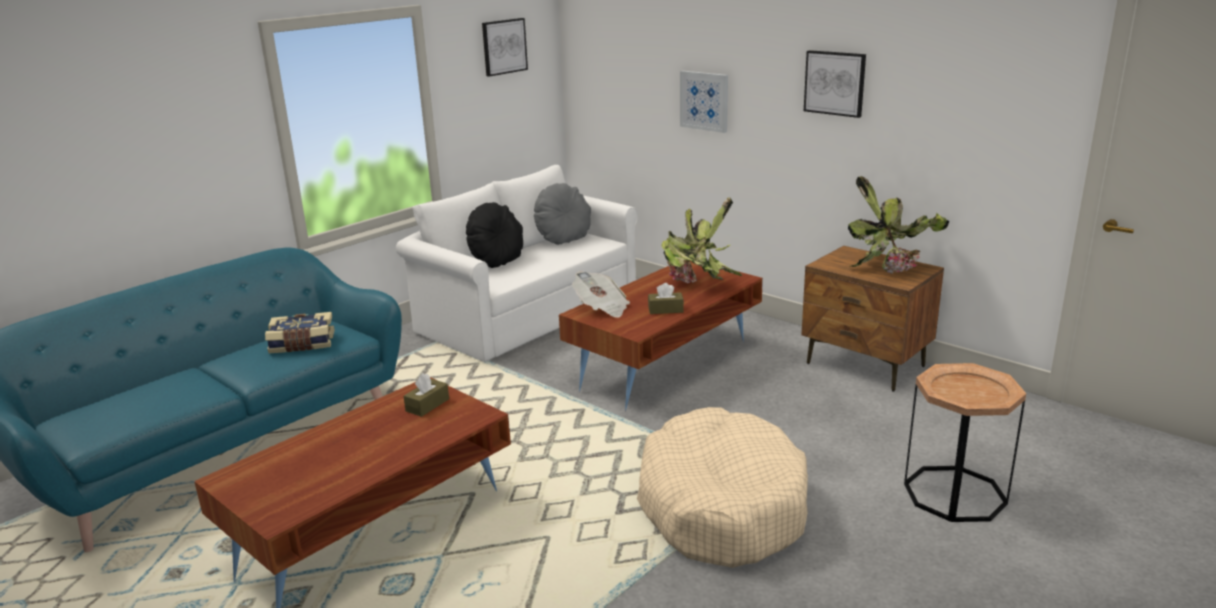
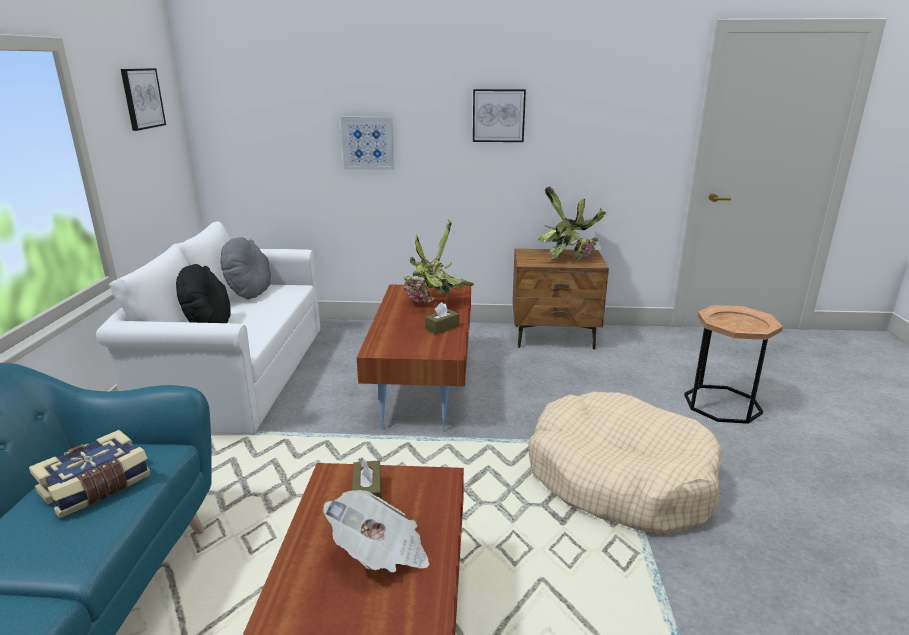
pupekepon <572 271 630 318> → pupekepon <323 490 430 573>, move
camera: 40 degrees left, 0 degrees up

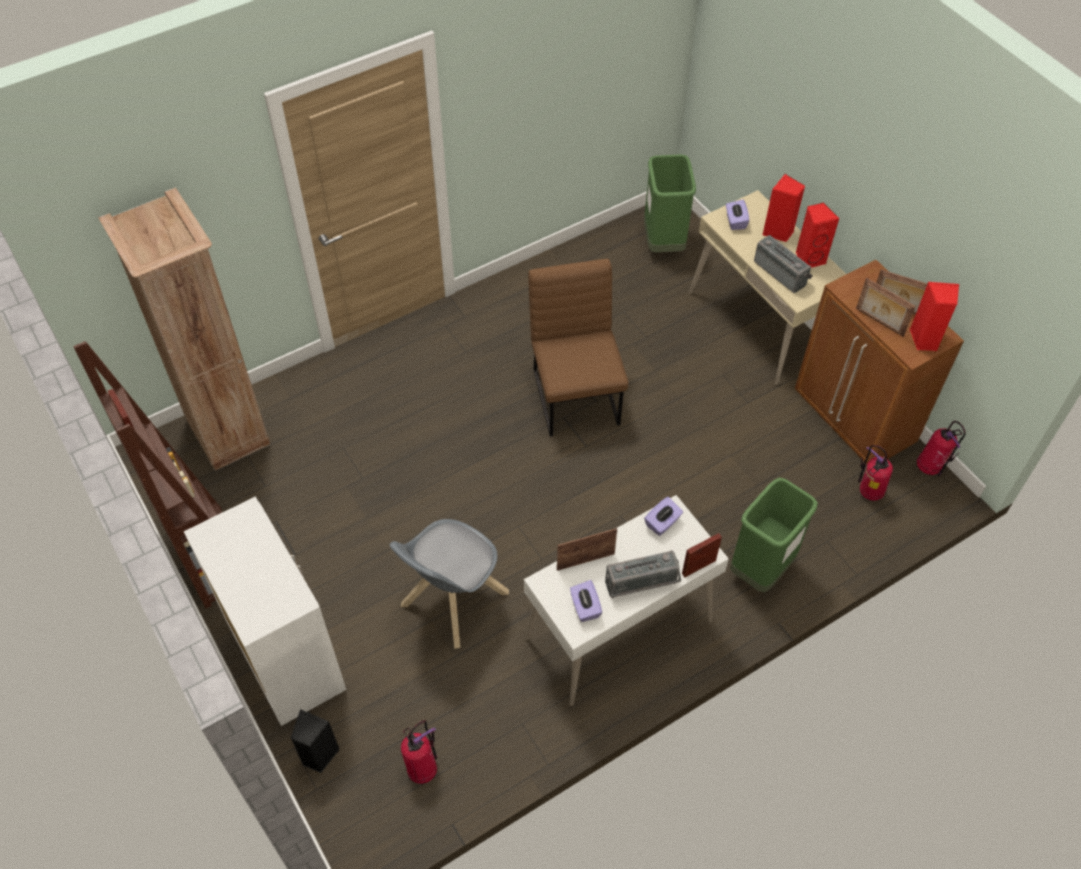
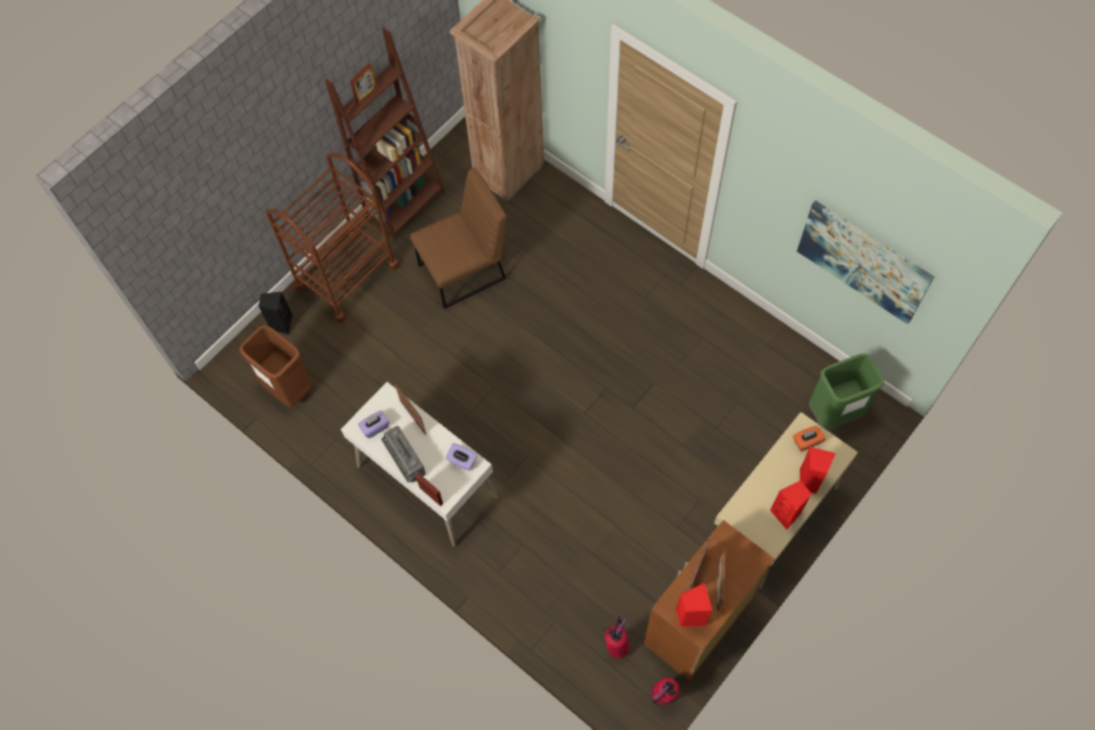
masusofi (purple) <726 200 749 230> → masusofi (orange) <793 426 826 452>
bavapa <754 235 813 293> → -
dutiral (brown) <528 259 628 436> → dutiral (brown) <410 168 506 309>, move
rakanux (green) <730 477 818 592> → -
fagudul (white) <184 496 346 726> → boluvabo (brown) <266 153 399 324>
dutiral (grey) <389 519 509 649> → -
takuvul <401 720 437 784> → rakanux (brown) <239 325 313 407>
- → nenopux <797 200 934 324>
camera: 75 degrees right, 10 degrees up

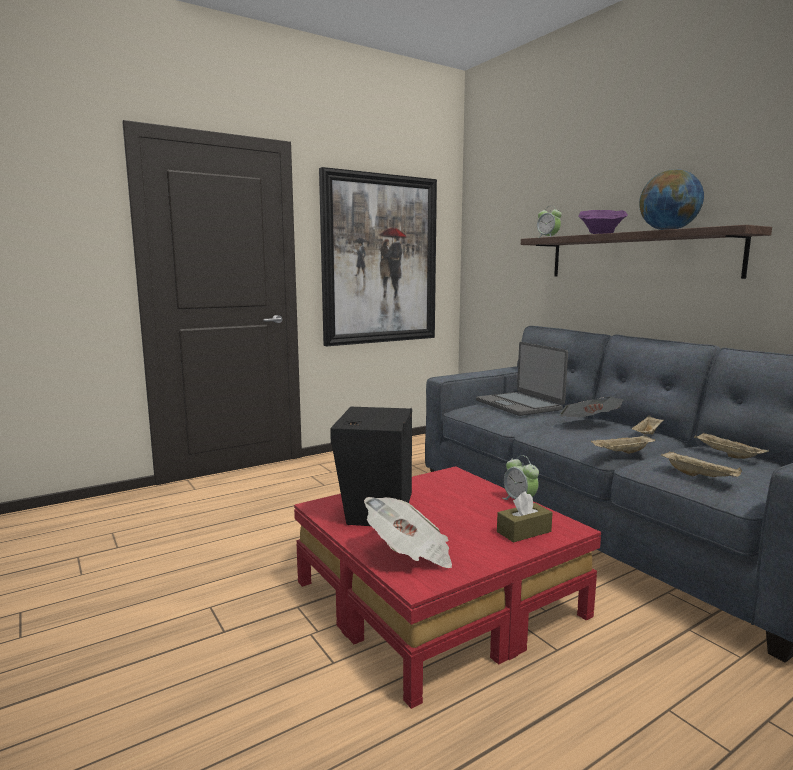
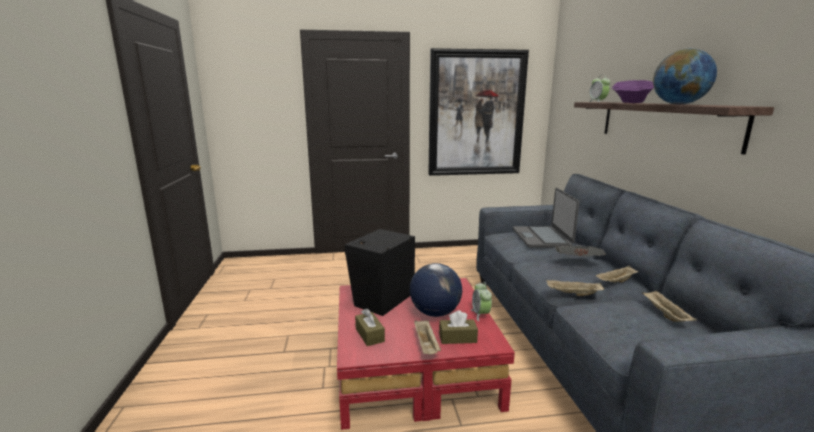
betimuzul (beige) <661 451 742 477> → betimuzul (beige) <414 320 441 354>, move
pupekepon <364 497 452 568> → masusofi (brown) <355 308 385 346>
- → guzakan <410 263 462 317>
camera: 25 degrees right, 5 degrees up

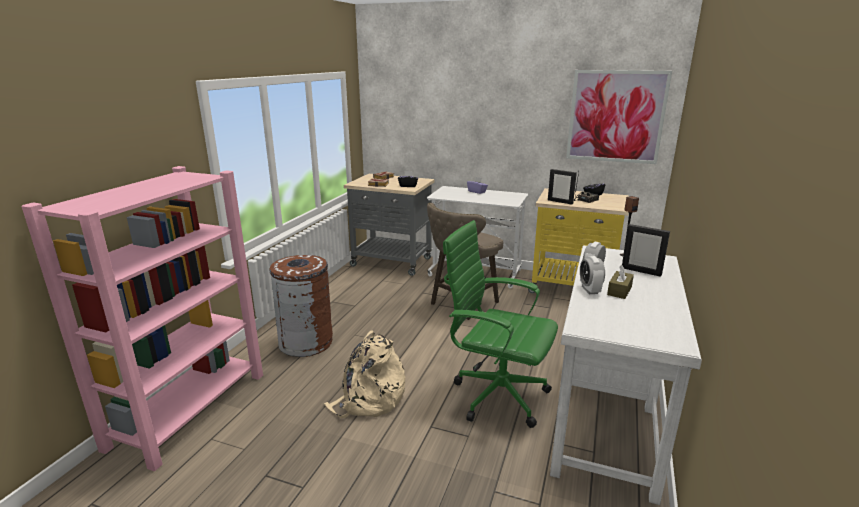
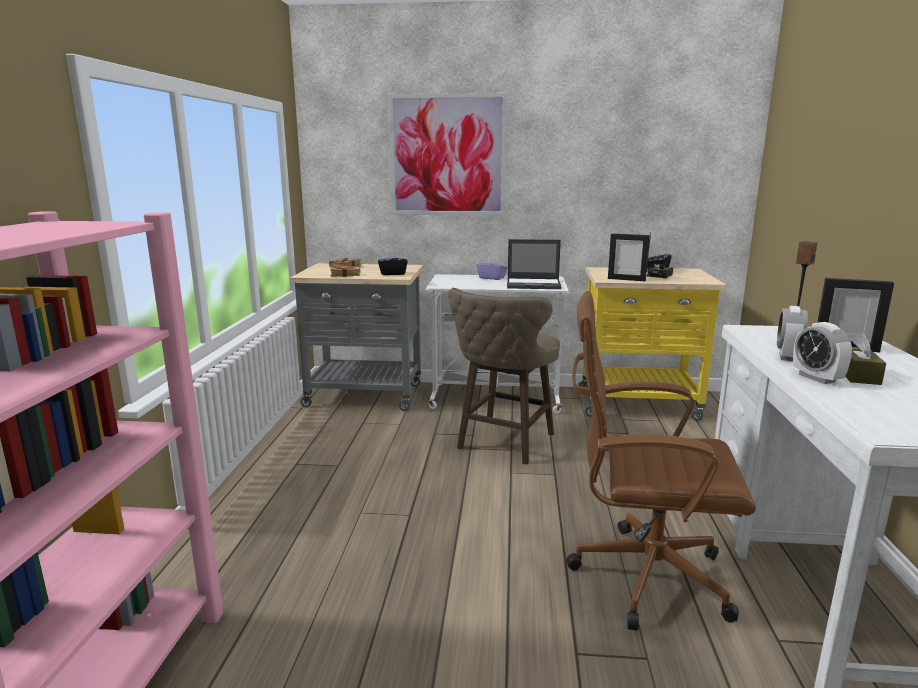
nenopux <566 70 672 164> → nenopux <388 93 507 216>, move
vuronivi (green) <443 220 558 428> → vuronivi (brown) <566 291 756 631>
rakanux (brown) <270 255 333 357> → -
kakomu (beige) <324 330 405 418> → -
- → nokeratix <507 239 561 289>
camera: 15 degrees left, 5 degrees down

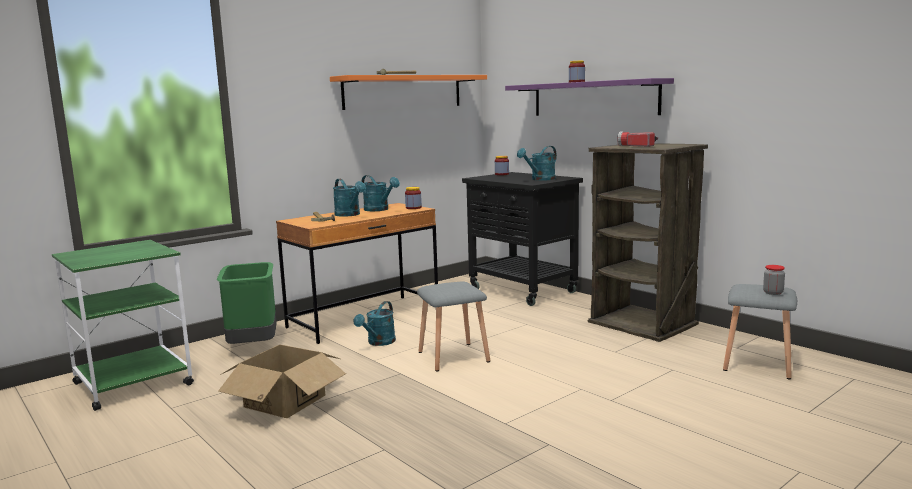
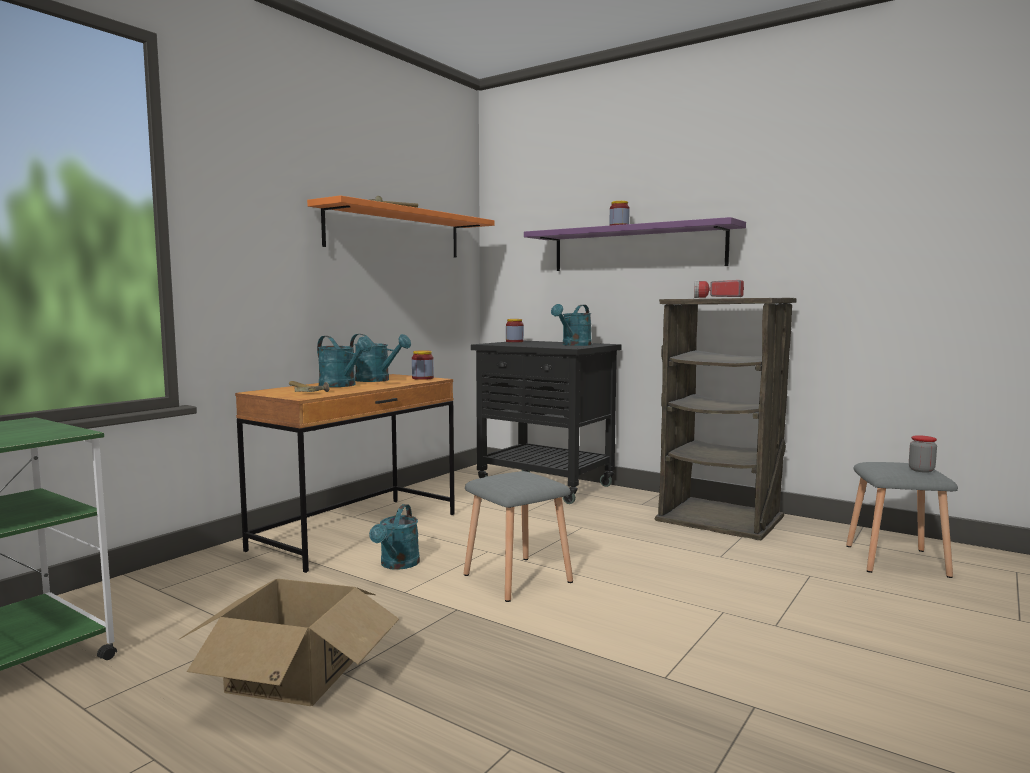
rakanux (green) <217 262 277 344> → -
camera: 15 degrees left, 5 degrees down

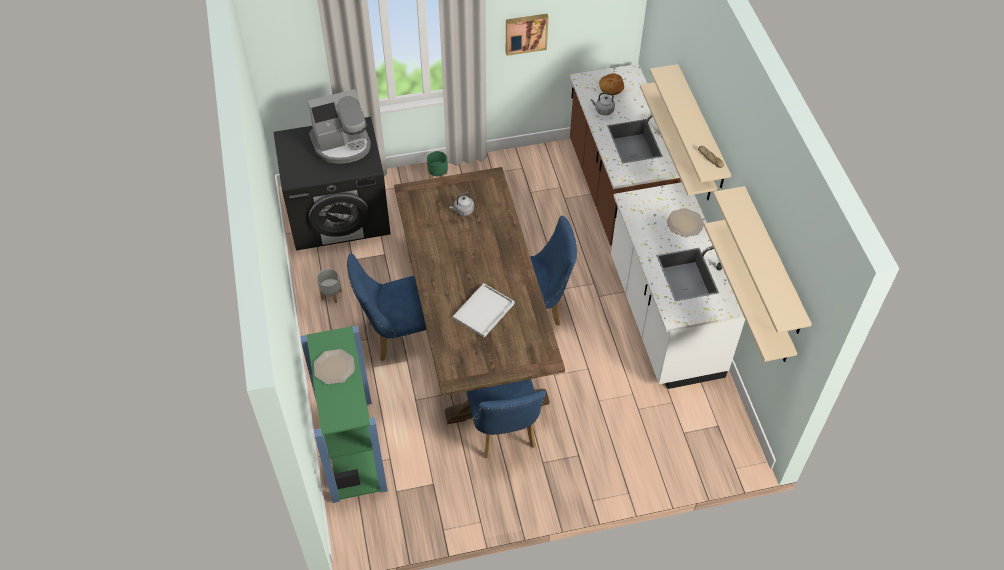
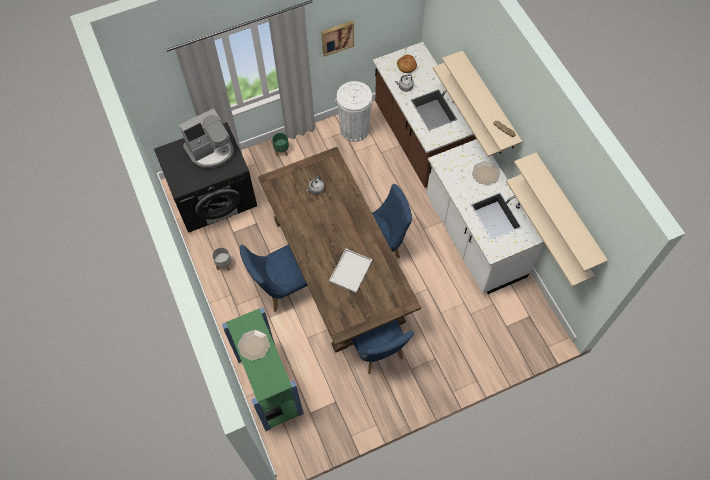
- → rakanux (white) <336 81 373 142>
camera: 10 degrees left, 10 degrees up

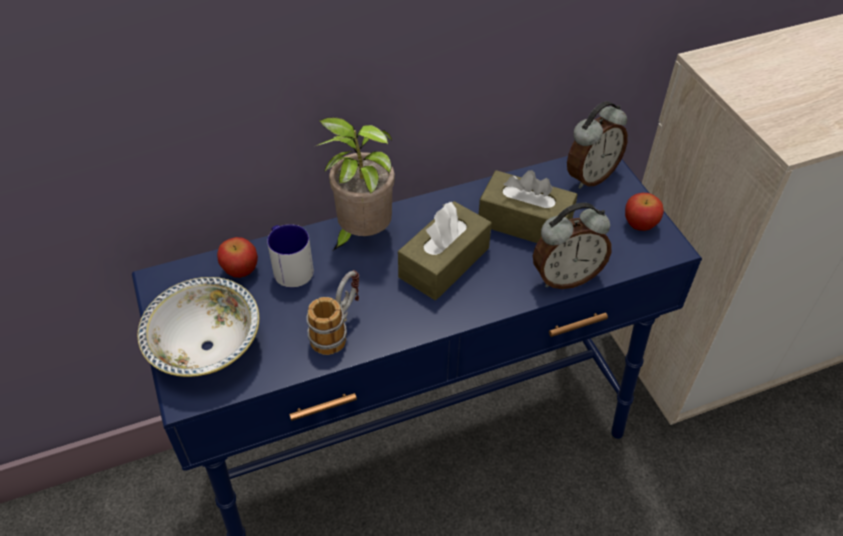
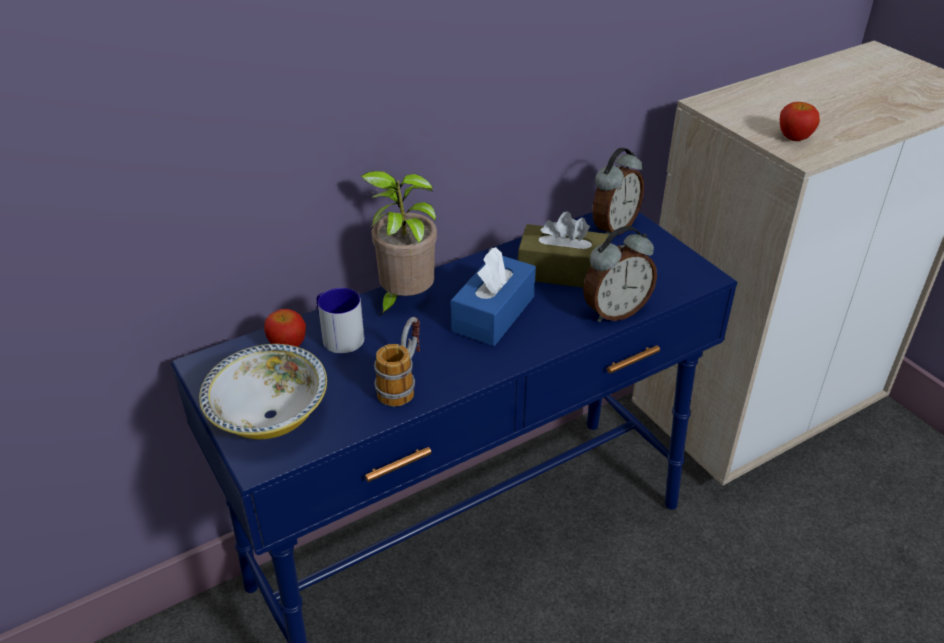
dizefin <625 193 664 231> → dizefin <780 102 820 141>, move
masusofi (brown) <398 201 492 300> → masusofi (blue) <451 247 536 346>
camera: 10 degrees left, 10 degrees down

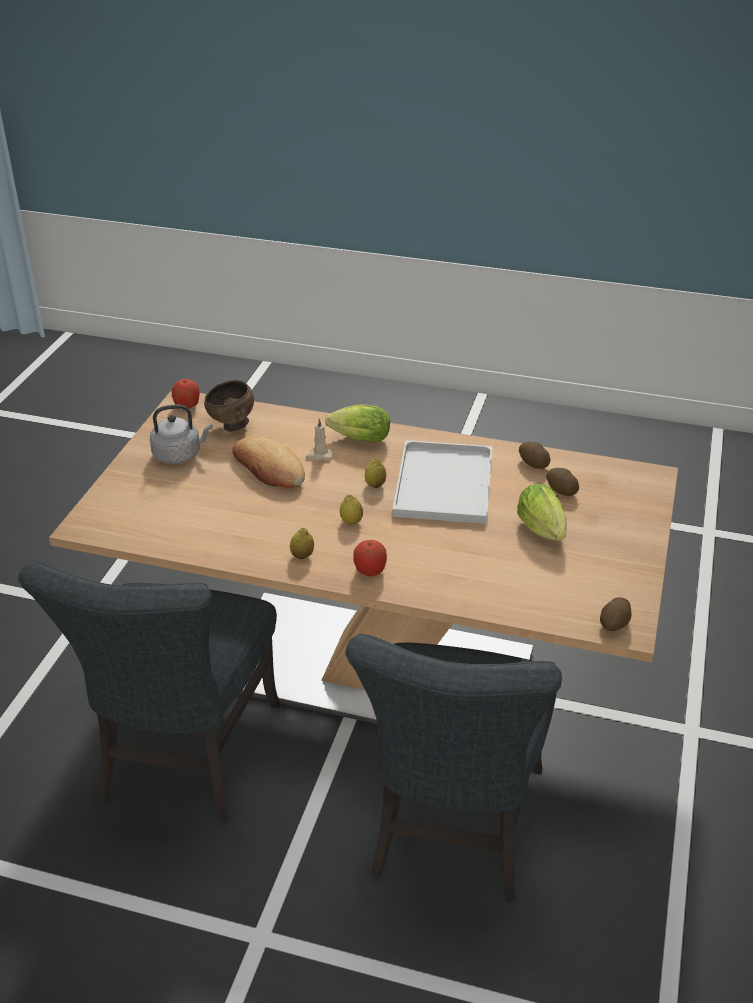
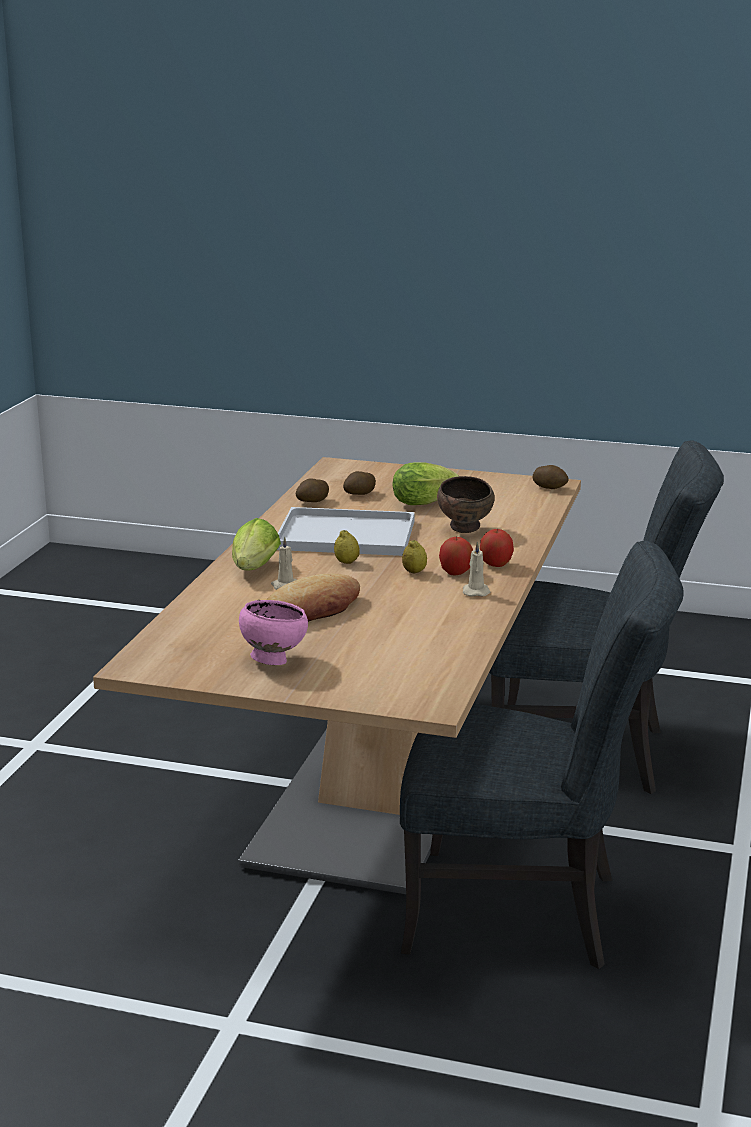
dizefin <172 379 200 409> → dizefin <439 536 473 576>, move
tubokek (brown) <204 380 254 432> → tubokek (brown) <437 476 495 533>, move
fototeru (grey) <150 404 213 464> → tubokek (pink) <239 600 308 665>
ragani <290 528 314 559> → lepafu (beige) <463 541 490 597>
camera: 90 degrees left, 15 degrees down

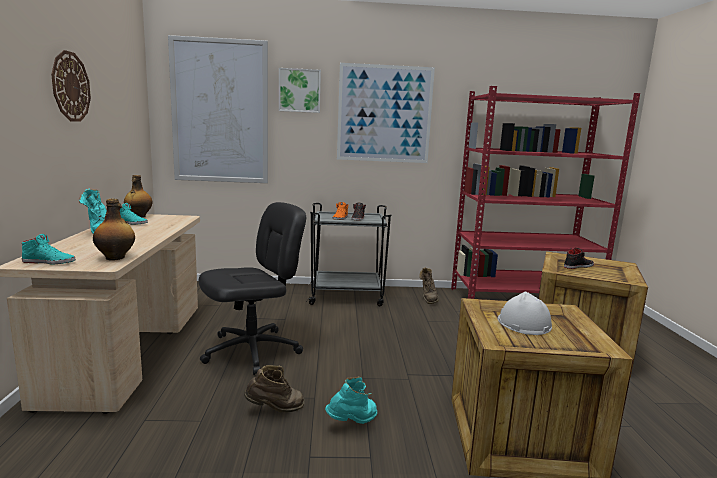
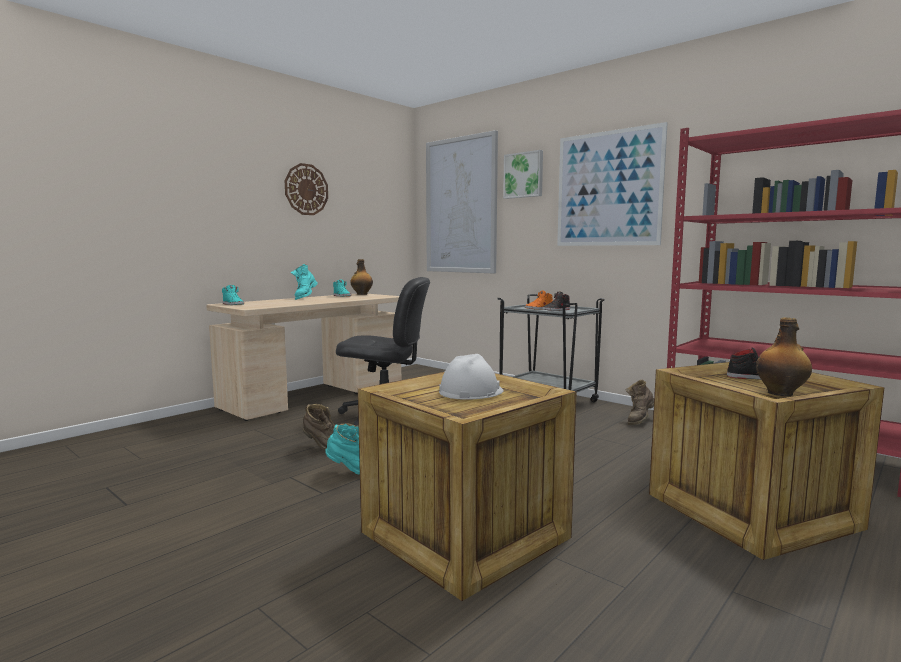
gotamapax <93 199 135 260> → gotamapax <756 317 812 396>, move
camera: 45 degrees right, 5 degrees down

